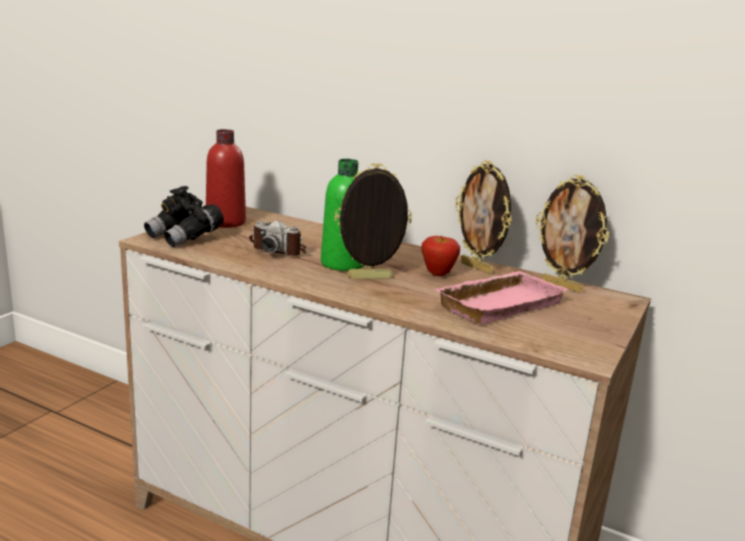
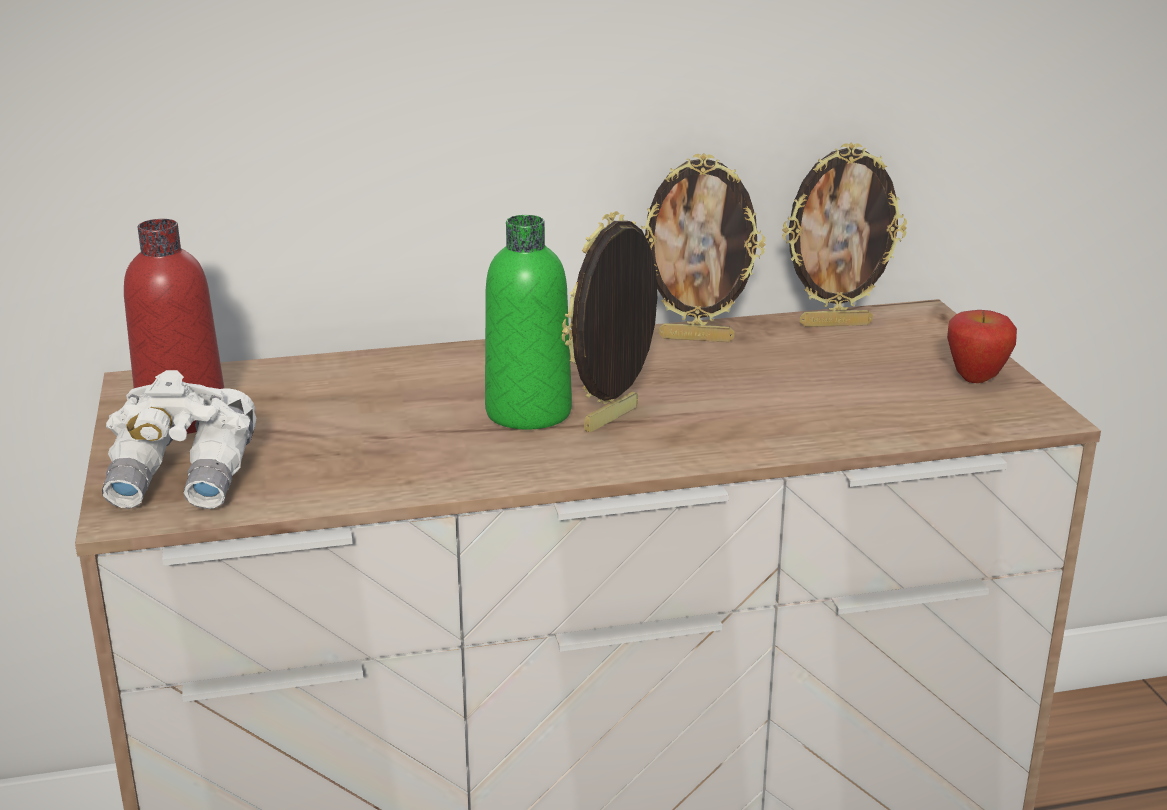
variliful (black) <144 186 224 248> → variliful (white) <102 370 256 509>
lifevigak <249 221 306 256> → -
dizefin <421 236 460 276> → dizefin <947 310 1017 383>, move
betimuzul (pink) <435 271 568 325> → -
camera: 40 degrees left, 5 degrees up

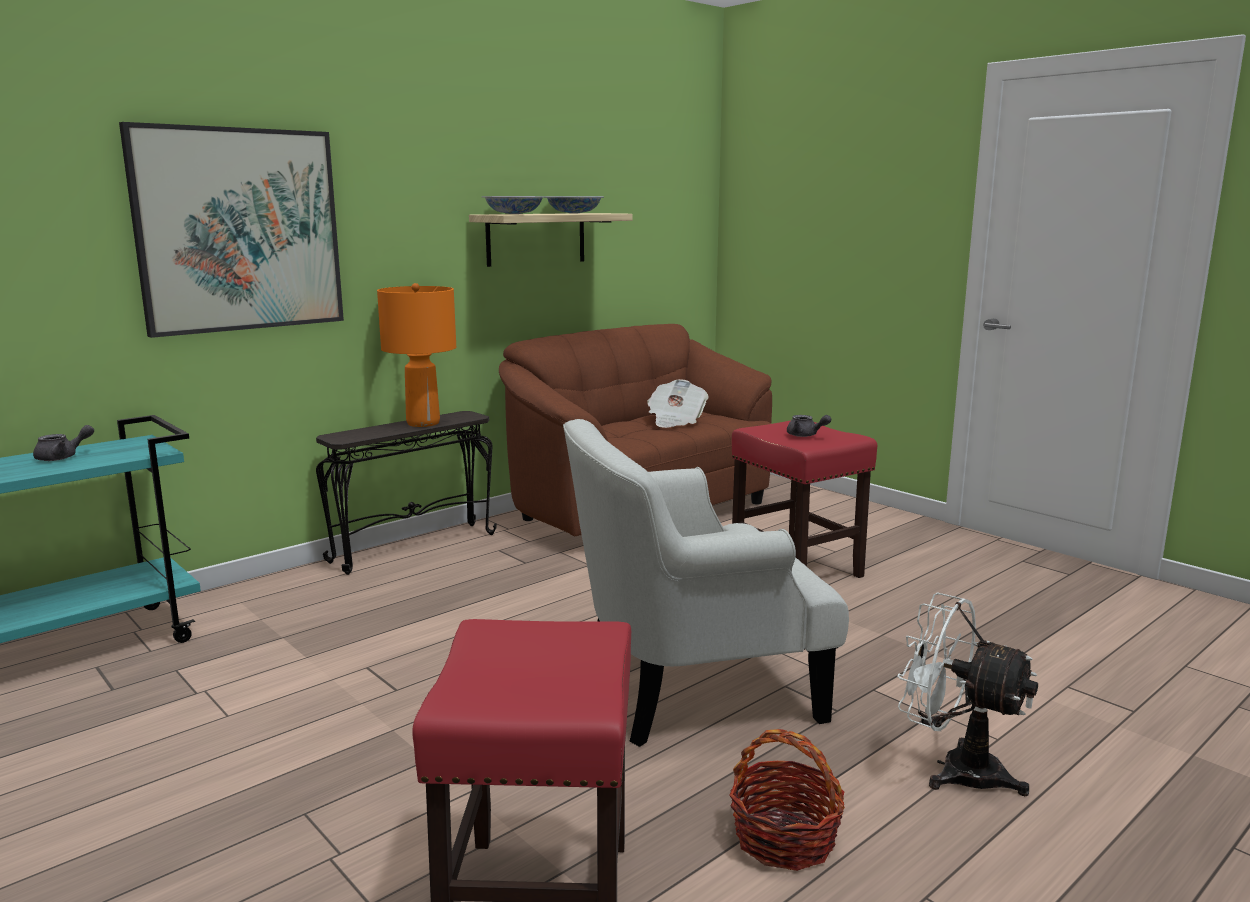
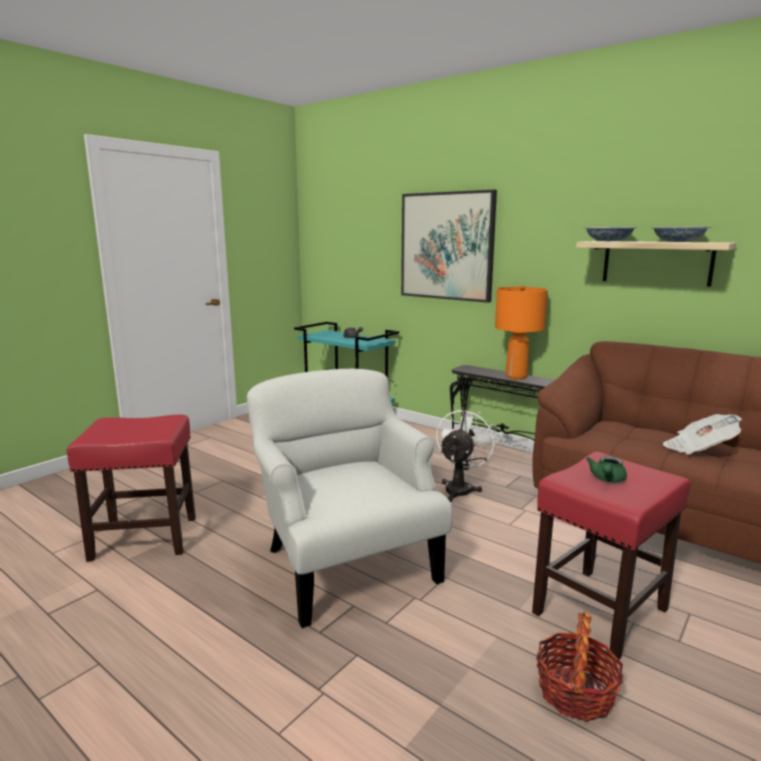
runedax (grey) <787 415 831 437> → runedax (green) <586 456 627 482>
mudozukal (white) <897 592 1038 796> → mudozukal (white) <436 407 497 502>, move
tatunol <729 729 845 871> → tatunol <536 611 623 722>, move
camera: 80 degrees right, 0 degrees up

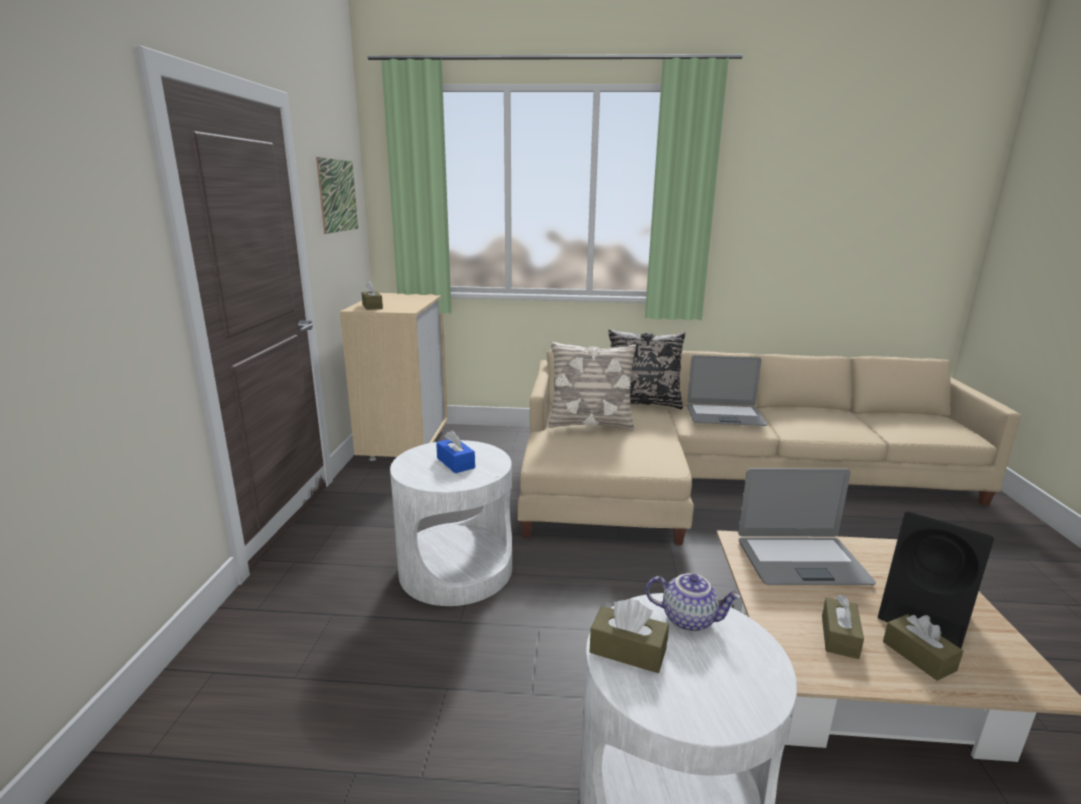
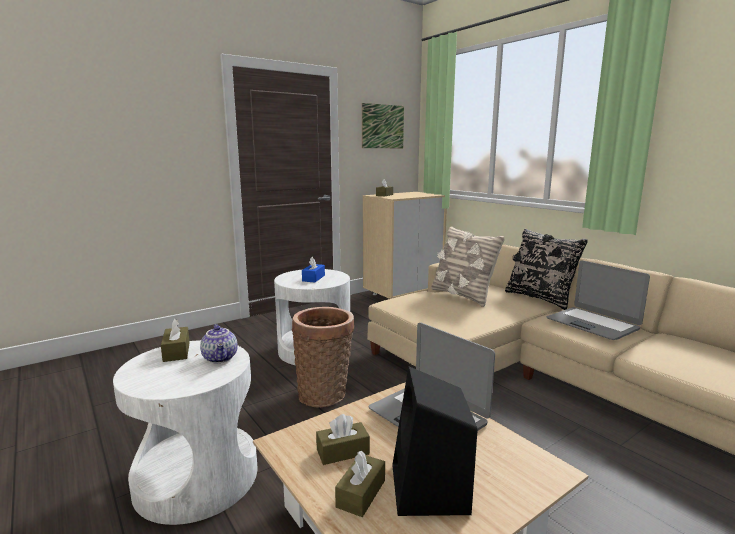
- → tatunol <292 307 354 407>
camera: 50 degrees right, 5 degrees down

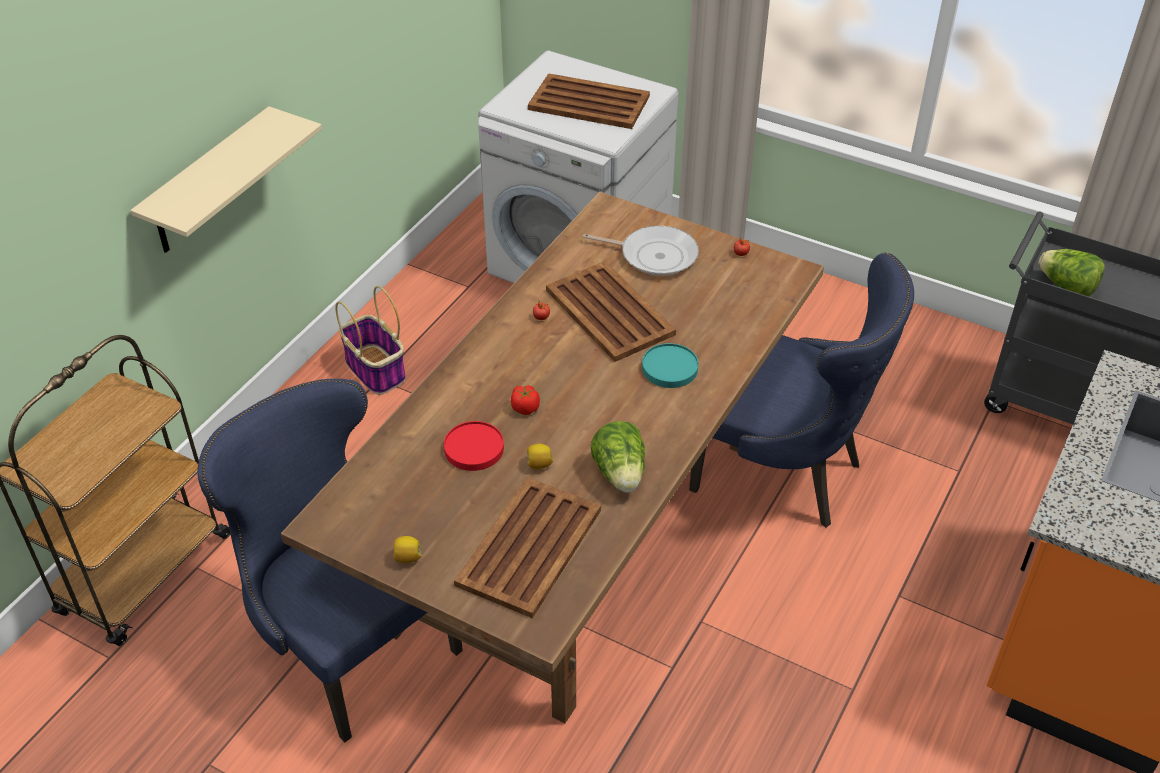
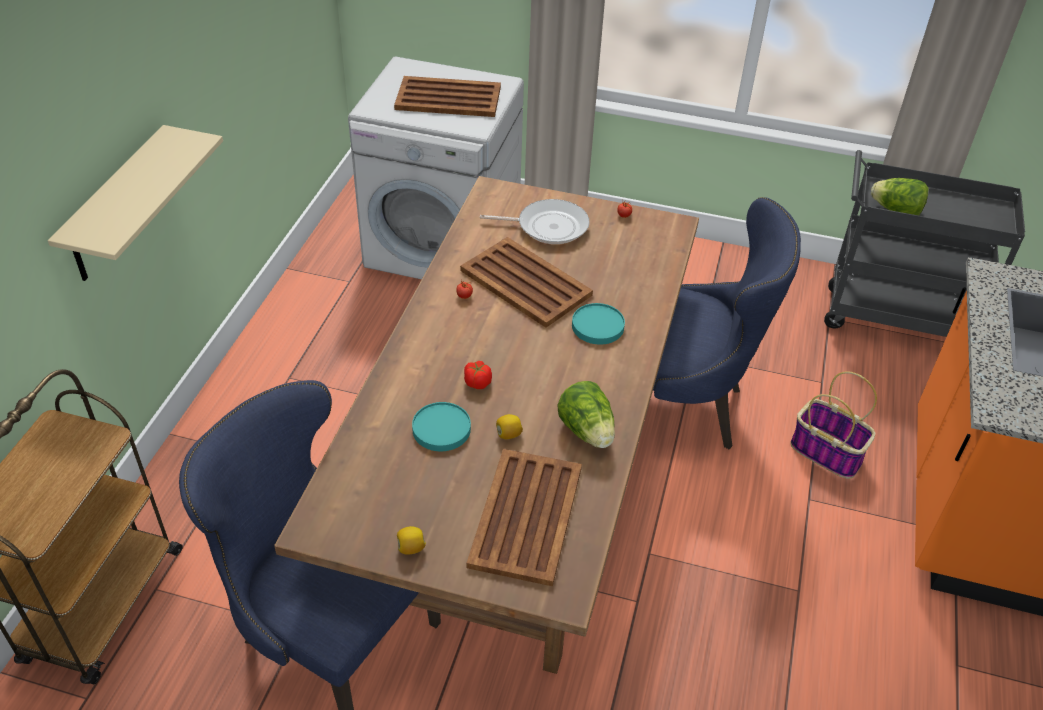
tatunol <335 286 406 395> → tatunol <791 371 877 479>, move
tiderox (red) <444 421 504 471> → tiderox (turquoise) <412 402 471 451>
camera: 15 degrees left, 0 degrees up

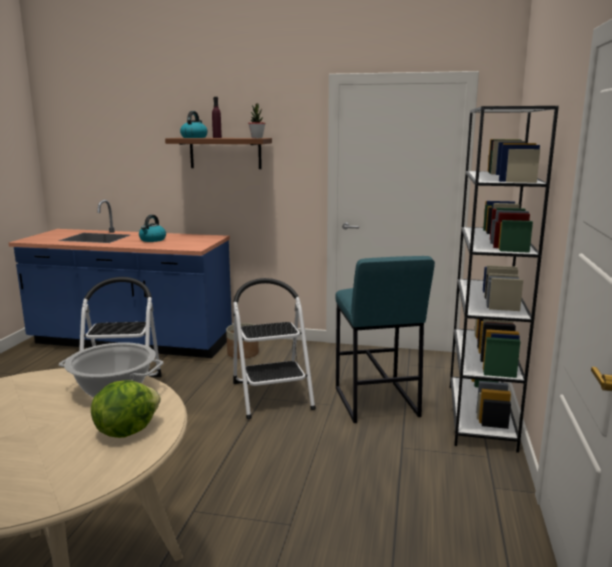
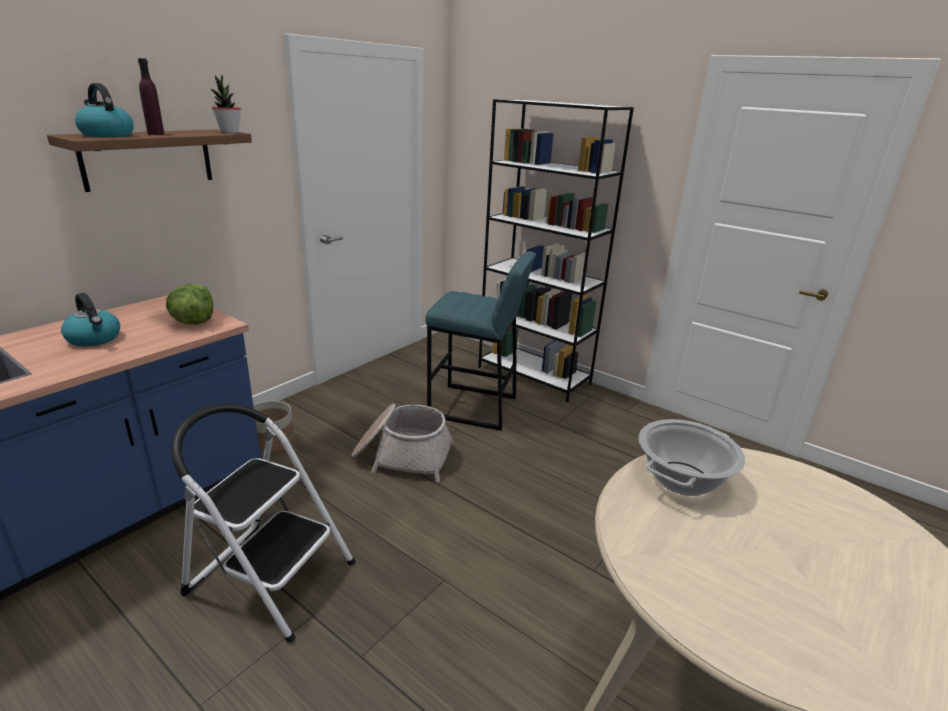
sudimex <233 278 316 419> → tatunol <352 403 454 482>
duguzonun <91 380 161 438> → duguzonun <166 284 213 325>, move
camera: 65 degrees left, 10 degrees up

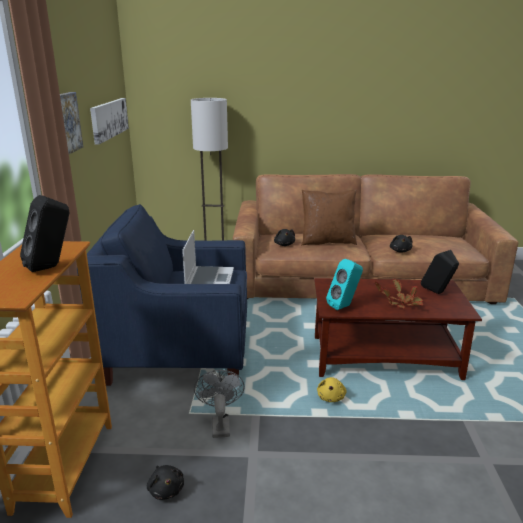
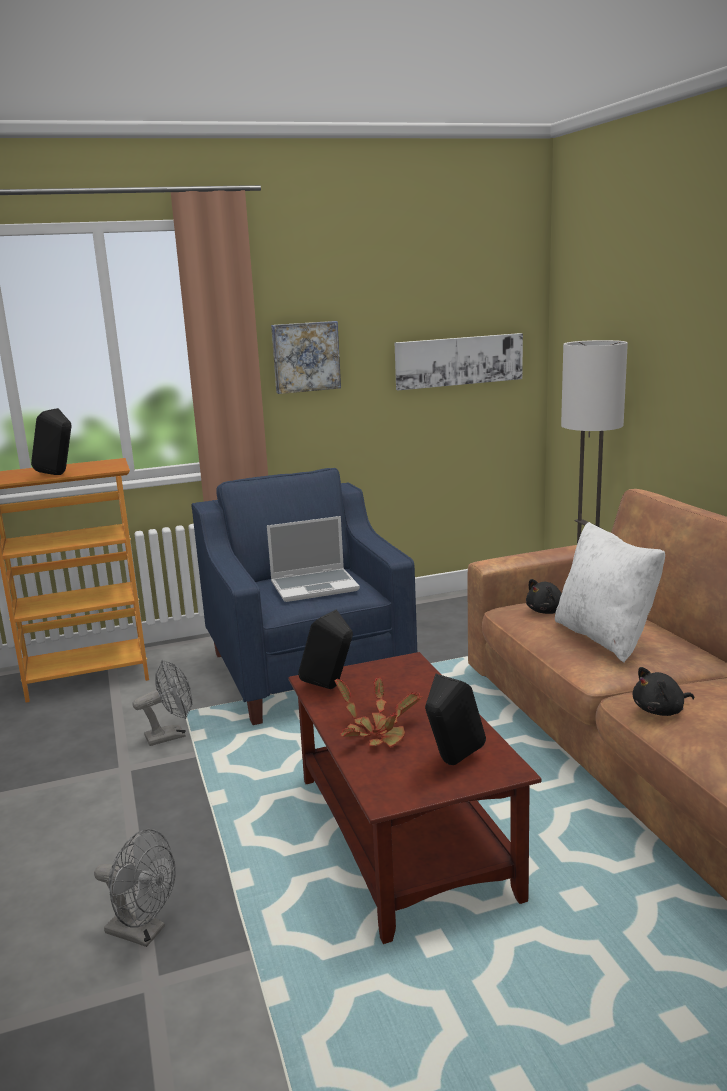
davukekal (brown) <301 189 357 245> → davukekal (white) <555 522 665 663>
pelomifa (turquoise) <326 259 363 310> → pelomifa (black) <298 609 353 689>
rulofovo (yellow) <317 377 347 402> → -
rulofovo (black) <147 465 184 500> → -
- → mudozukal (grey) <94 829 176 947>
camera: 70 degrees right, 5 degrees down

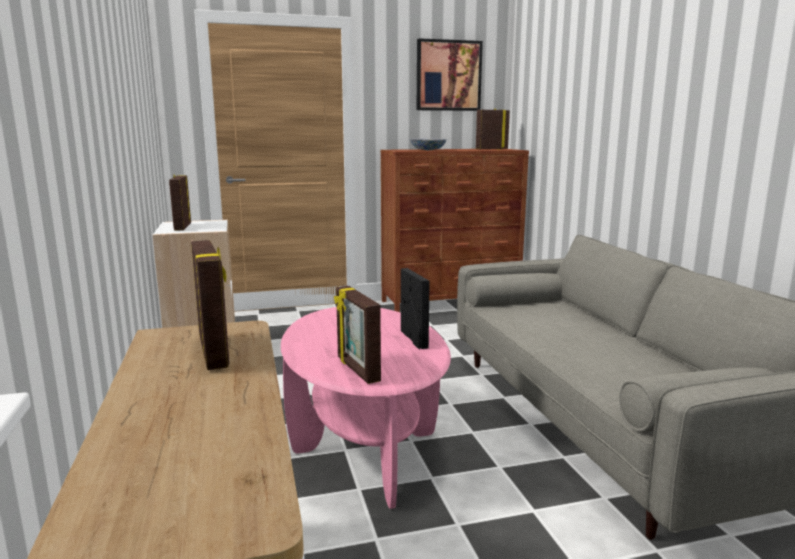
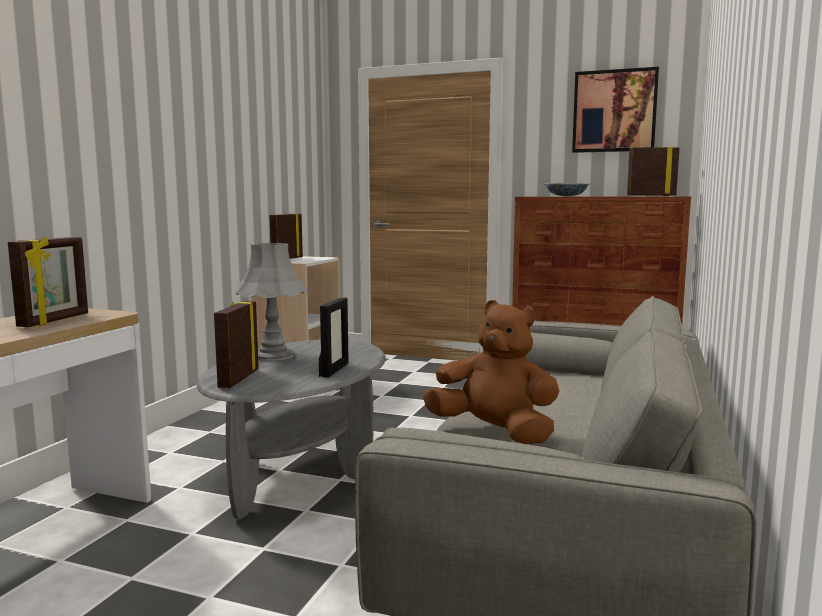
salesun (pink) <281 307 451 509> → salesun (grey) <197 339 386 519>
- → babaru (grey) <235 243 307 361>
- → rulofovo (brown) <423 300 560 444>
camera: 35 degrees right, 5 degrees down

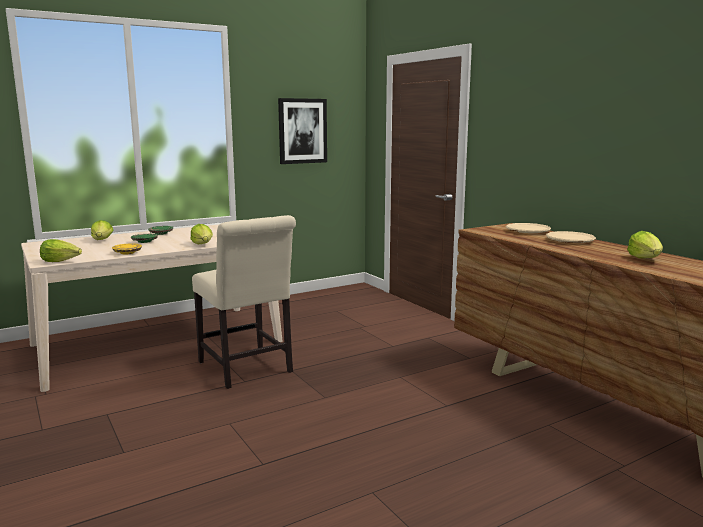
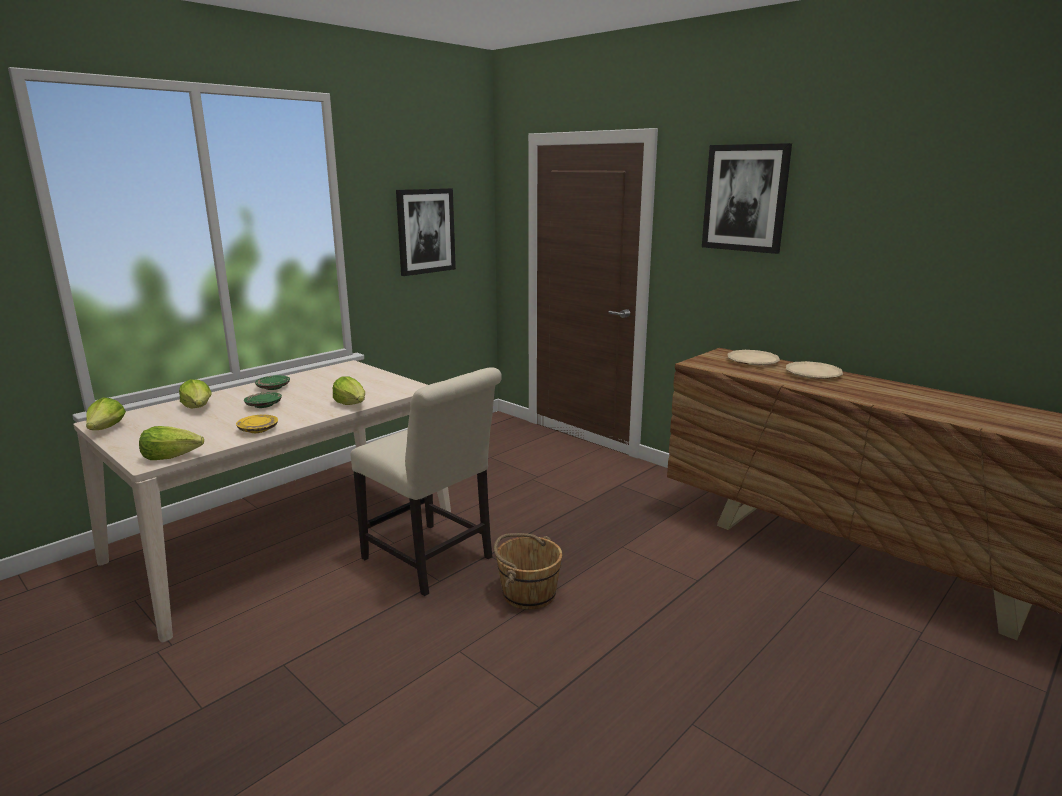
duguzonun <627 231 663 258> → duguzonun <86 397 126 430>, move
- → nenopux <702 143 792 254>
- → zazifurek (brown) <494 533 563 610>
camera: 15 degrees left, 5 degrees up

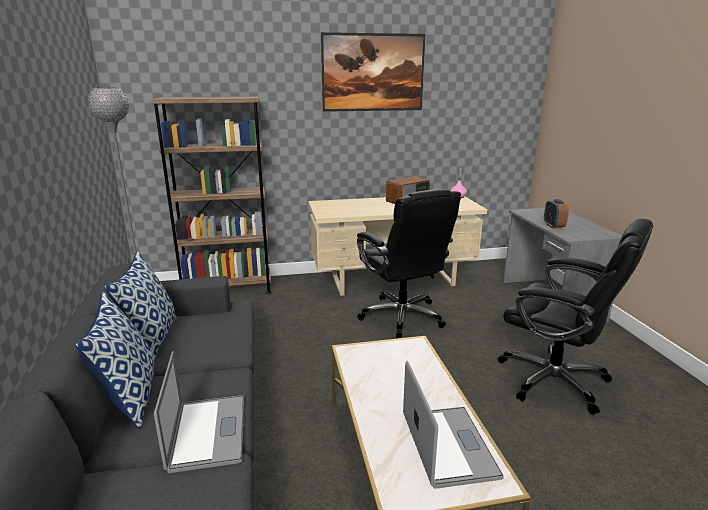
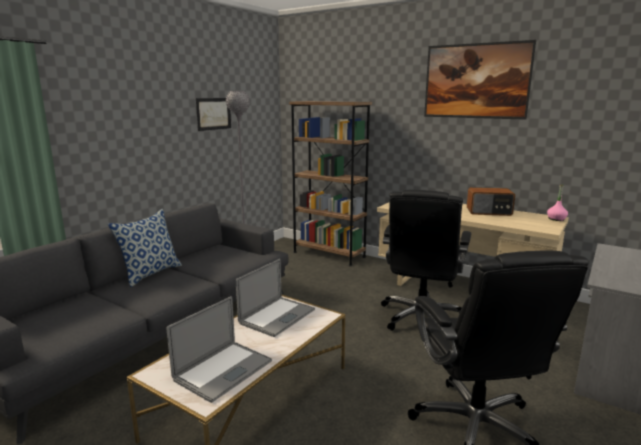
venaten <544 199 569 229> → -
davukekal <104 251 177 360> → -
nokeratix <154 351 244 473> → nokeratix <236 259 315 337>, move
- → nenopux <196 98 231 131>
camera: 45 degrees right, 5 degrees down

